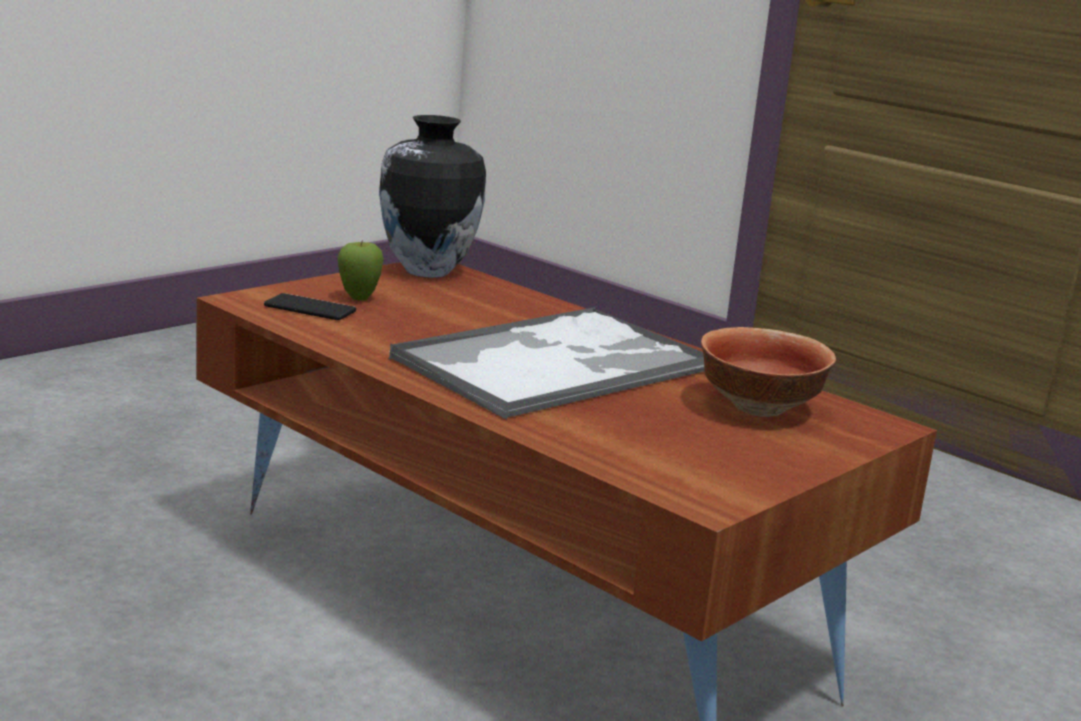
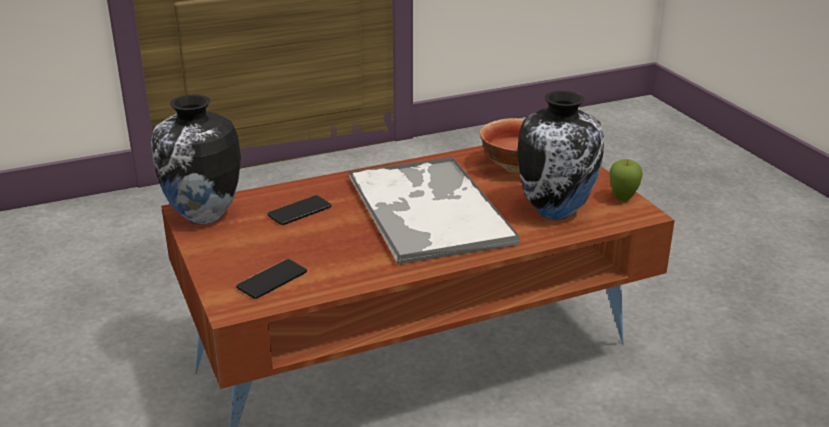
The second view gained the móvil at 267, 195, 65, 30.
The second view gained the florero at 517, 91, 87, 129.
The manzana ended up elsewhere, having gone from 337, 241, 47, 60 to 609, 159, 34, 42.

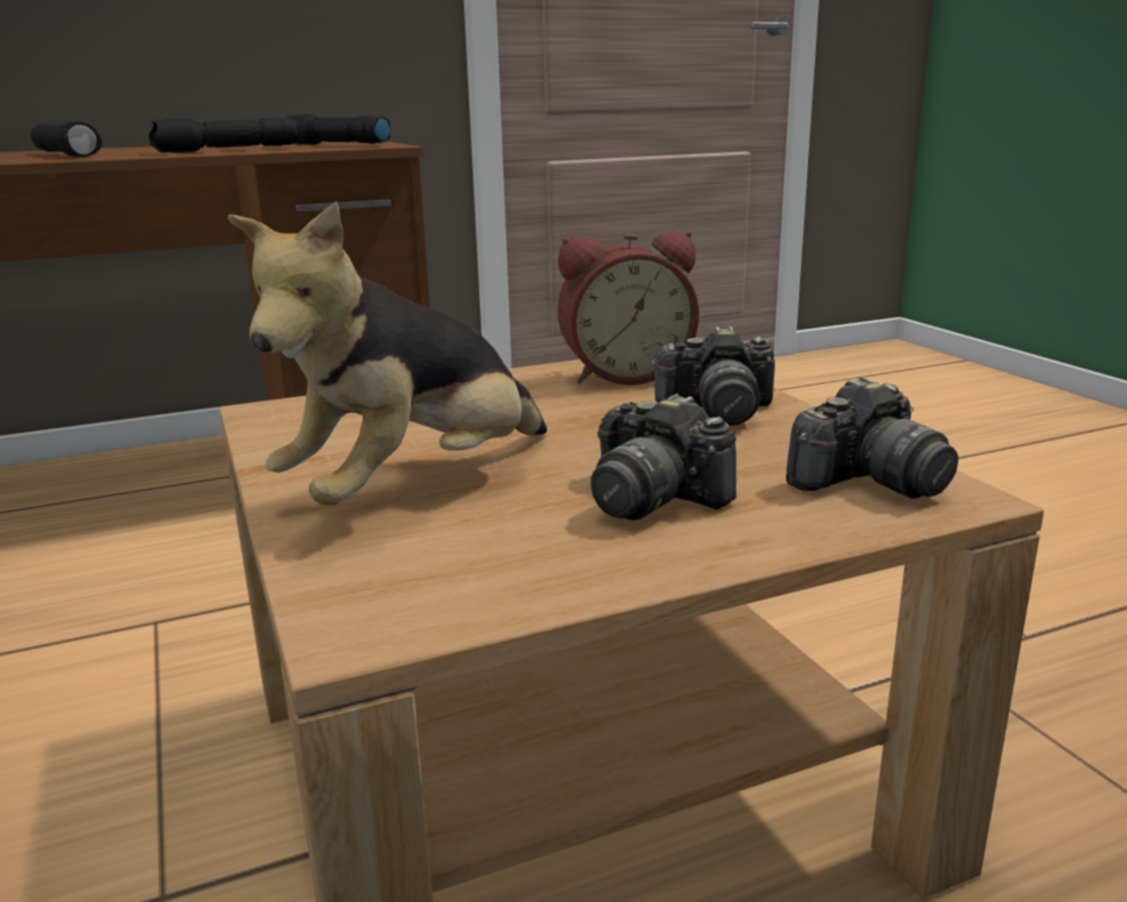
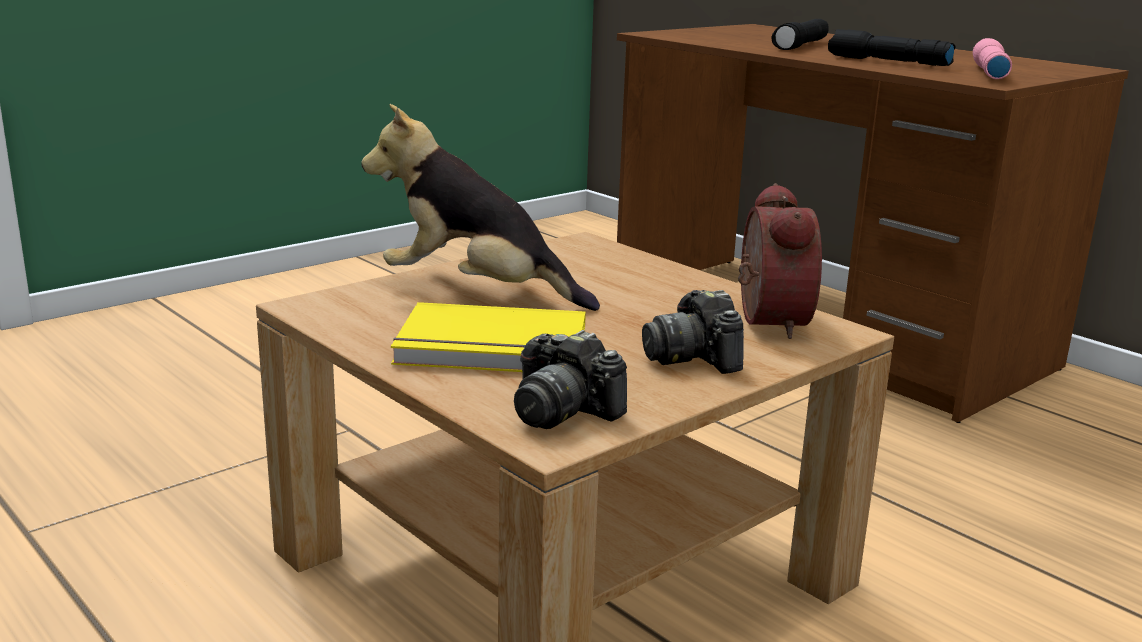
Where the cámara stood at 591, 394, 146, 126, the libro/amarillo came to stand at 391, 302, 195, 70.
The despertador at 557, 231, 142, 154 ended up facing another way, 150 degrees counterclockwise from before.
What was the linterna/negro at 286, 114, 105, 31 turned into the linterna/rosa at 973, 38, 39, 41.

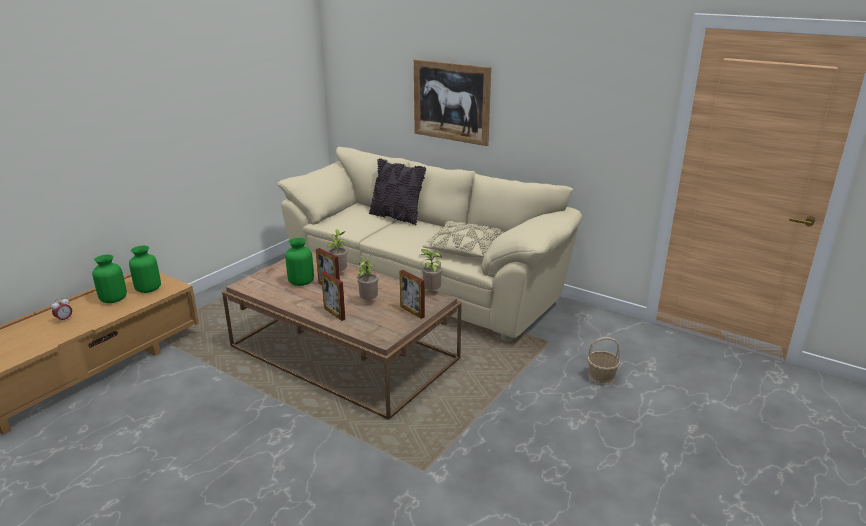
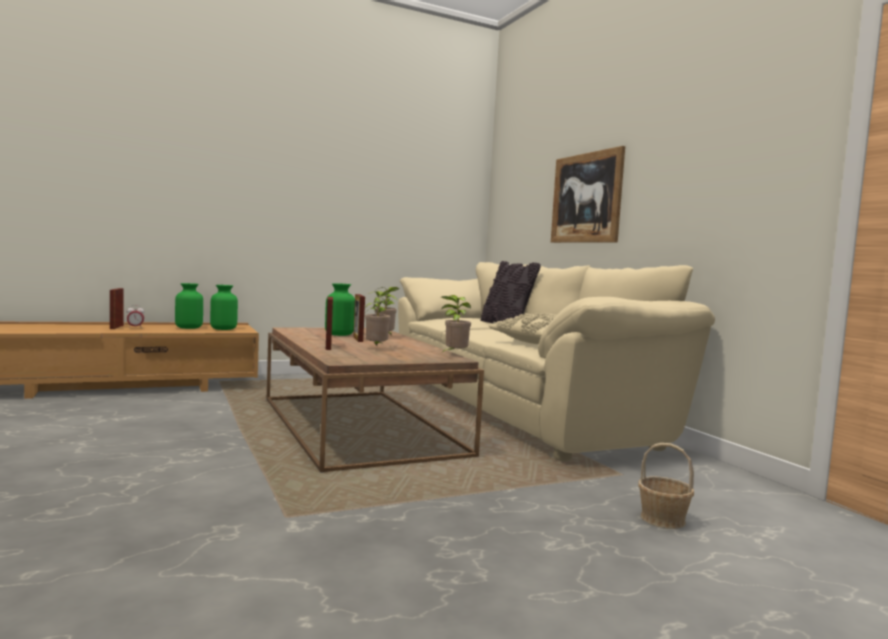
The portarretratos ended up elsewhere, having gone from 400, 270, 25, 49 to 110, 288, 14, 41.

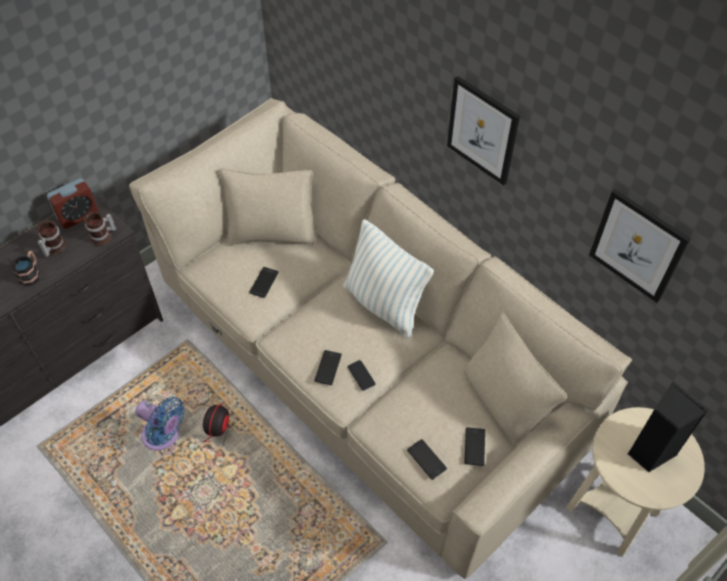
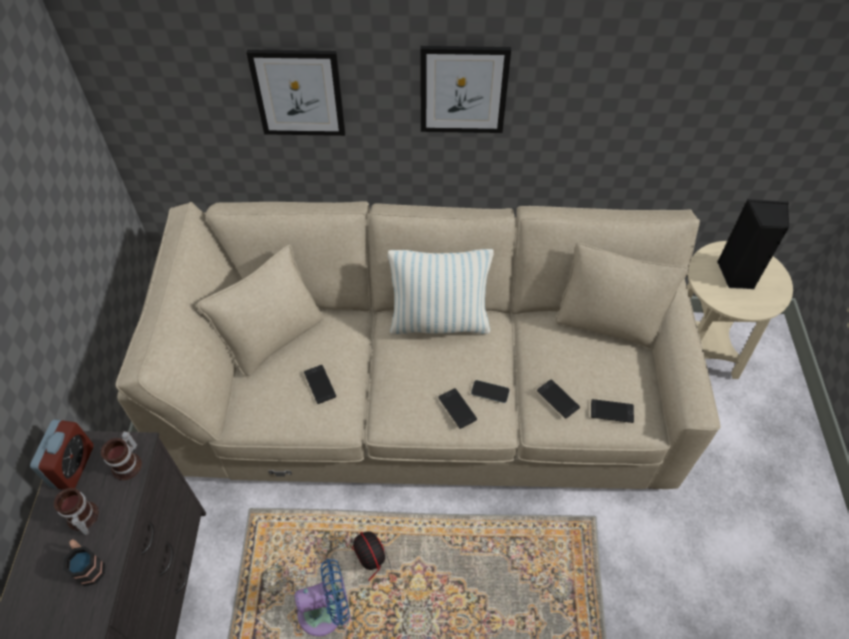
The cuadro ended up elsewhere, having gone from 589, 189, 102, 114 to 246, 50, 99, 86.
The móvil ended up elsewhere, having gone from 464, 427, 21, 39 to 537, 379, 43, 40.

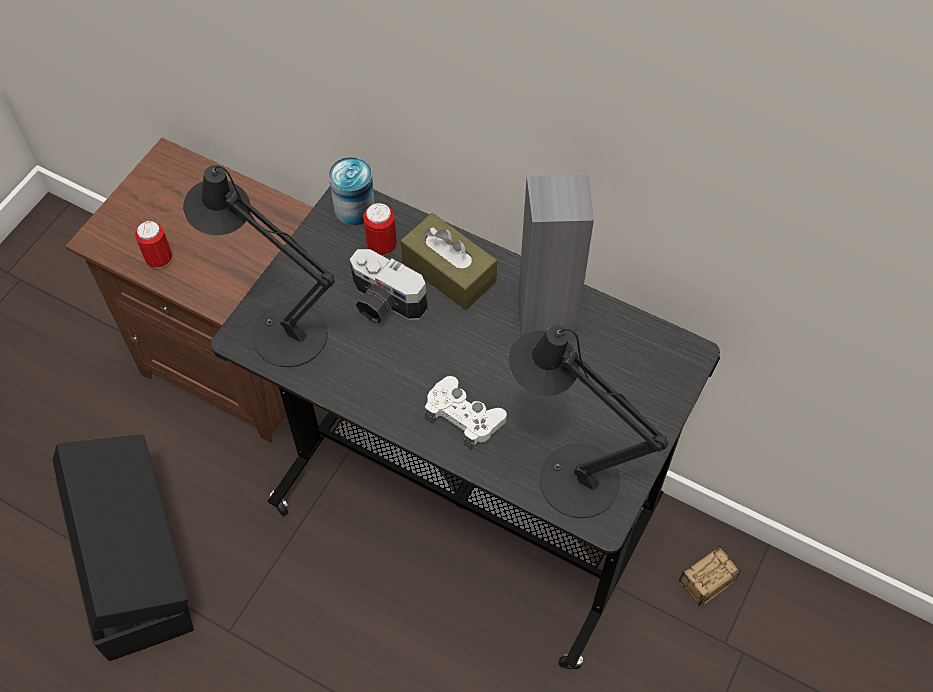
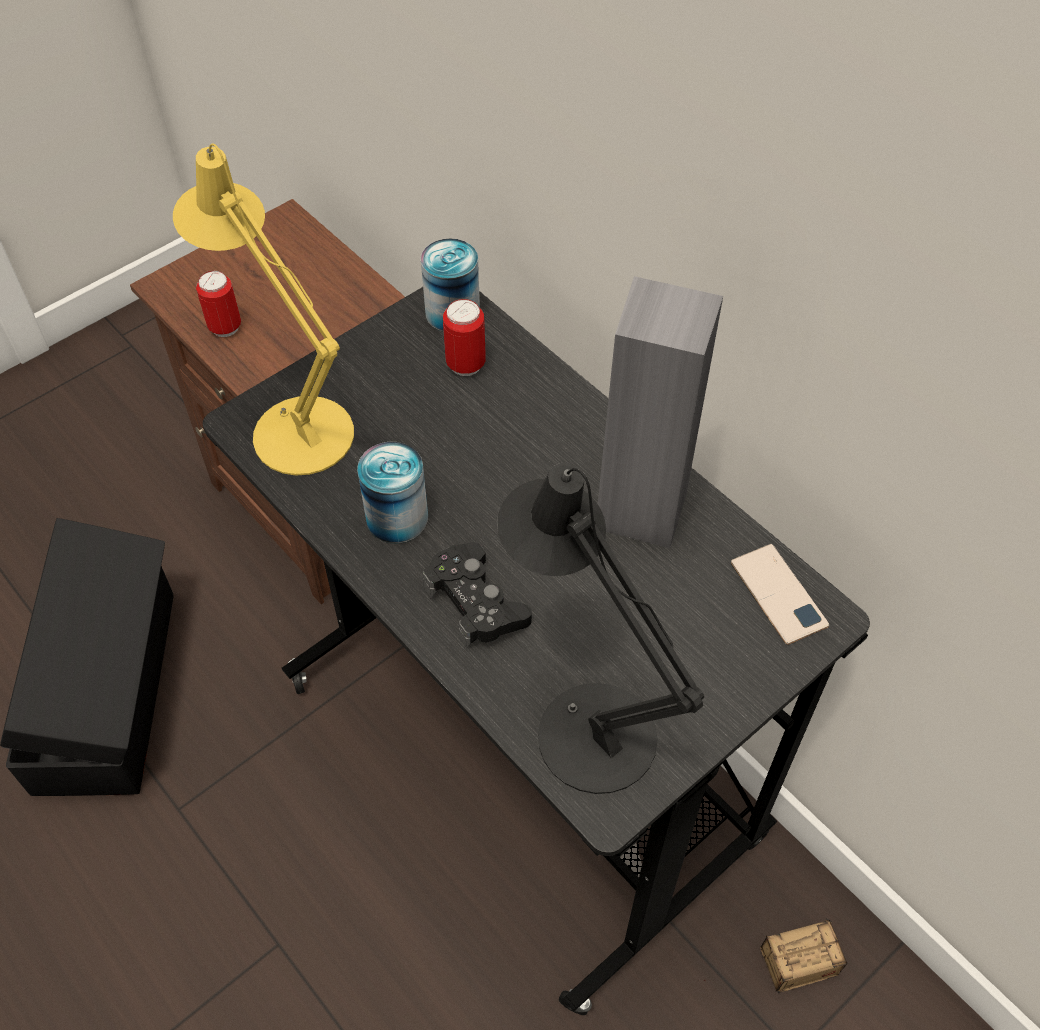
What was the lámpara de mesa/negro at 183, 165, 152, 202 turned into the lámpara de mesa/amarillo at 173, 144, 181, 331.
The second view gained the lata at 357, 442, 71, 101.
What was the mando de consola/blanco at 425, 376, 82, 74 turned into the mando de consola/negro at 423, 543, 109, 106.
The second view gained the móvil at 731, 544, 98, 101.
The second view lost the cámara at 350, 249, 78, 75.
The second view lost the caja de pañuelos/marrón at 401, 213, 96, 97.

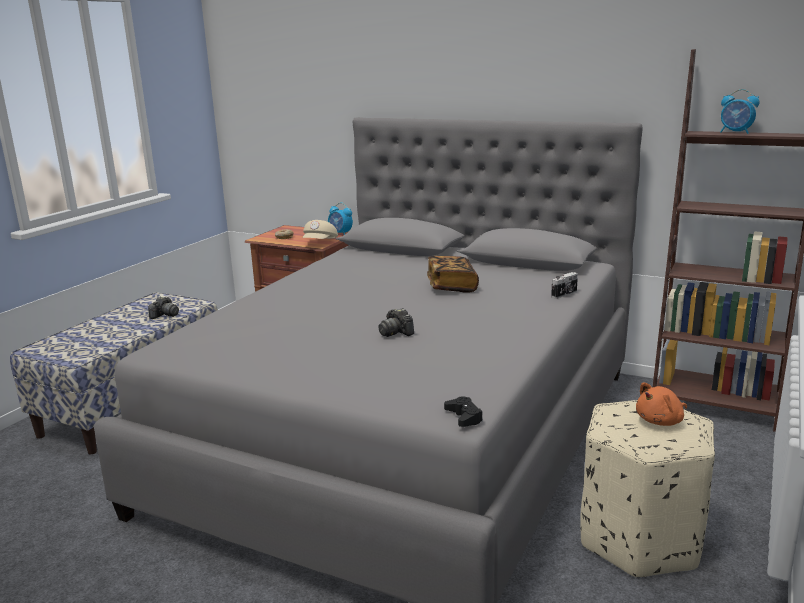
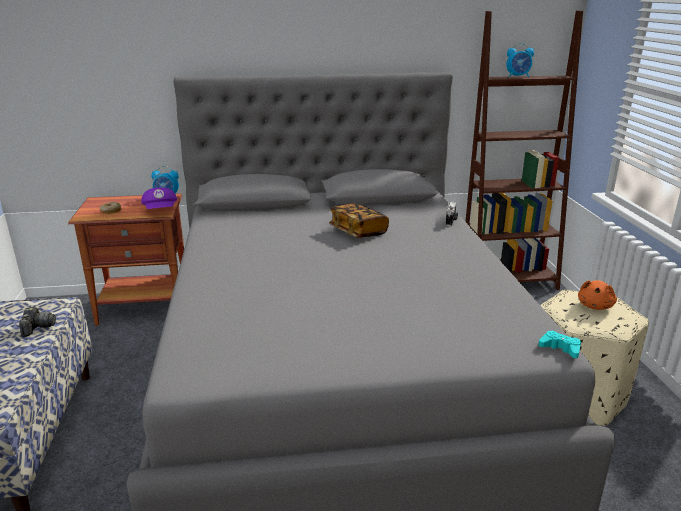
What was the gorra/beis at 302, 220, 36, 19 turned into the gorra/morado at 141, 187, 36, 22.
What was the mando de consola/negro at 444, 396, 39, 31 turned into the mando de consola/turquesa at 538, 331, 43, 27.
The second view lost the cámara at 378, 308, 36, 29.

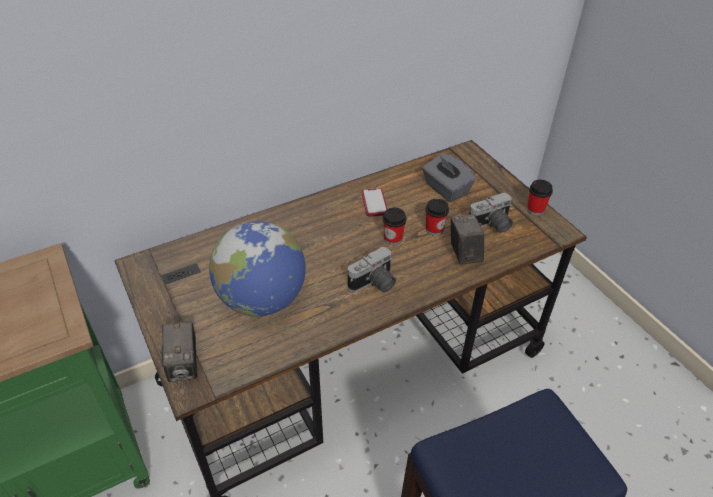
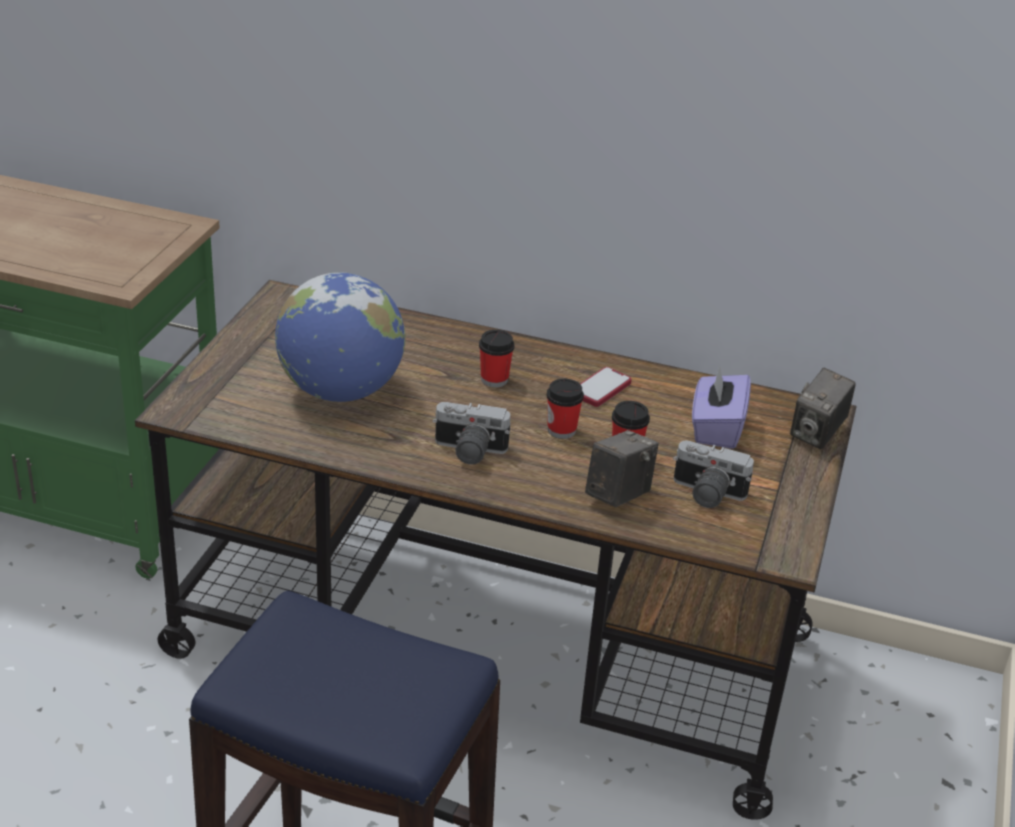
The taza ended up elsewhere, having gone from 527, 180, 26, 36 to 479, 330, 35, 57.
What was the caja de pañuelos/gris at 422, 153, 54, 49 turned into the caja de pañuelos/morado at 692, 365, 59, 84.
The cámara ended up elsewhere, having gone from 159, 321, 38, 61 to 790, 368, 66, 81.

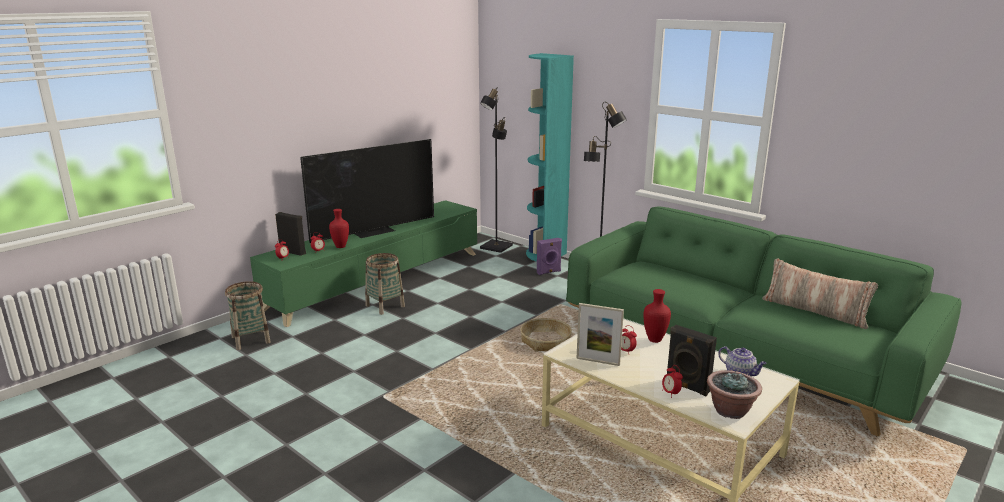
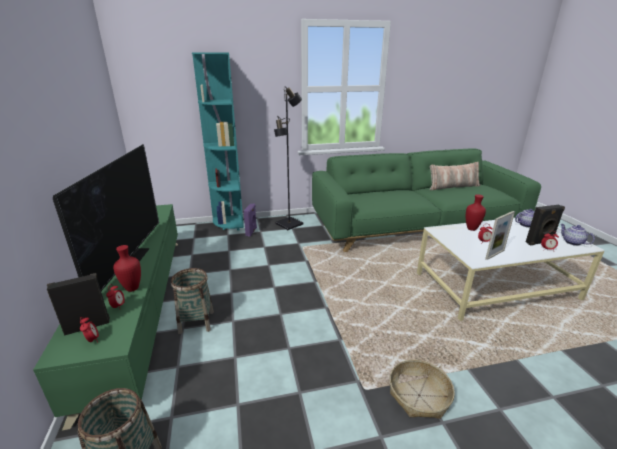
The cesta ended up elsewhere, having gone from 520, 318, 52, 33 to 390, 360, 65, 59.
Where the planta en maceta stood at 707, 370, 55, 49, the tetera came to stand at 560, 224, 35, 22.
The second view lost the lámpara de pie/negro at 480, 87, 33, 166.

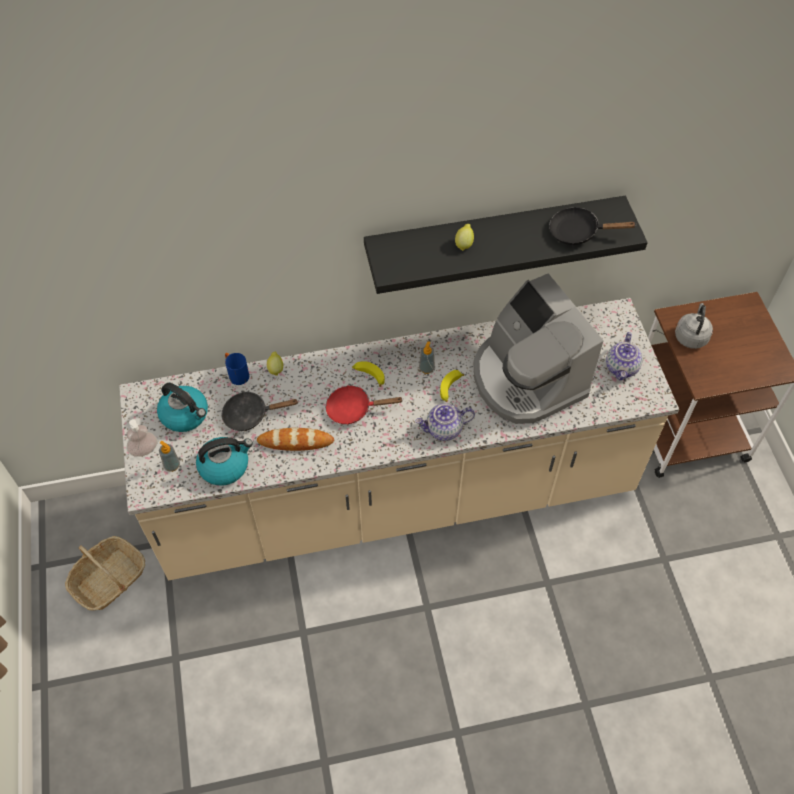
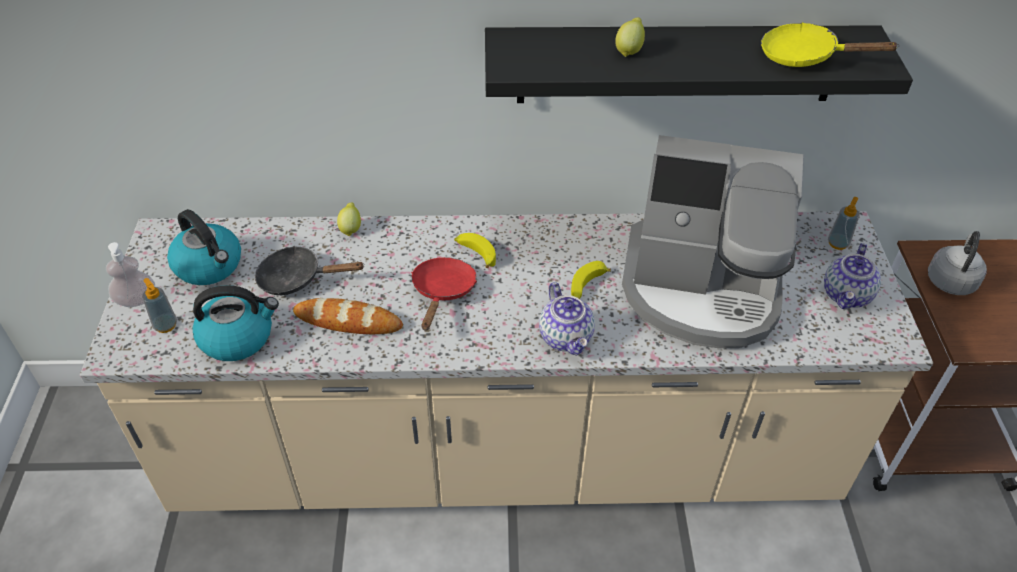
The sartén/rojo at 326, 385, 78, 40 ended up facing another way, 90 degrees clockwise from before.
The tetera at 415, 403, 60, 38 ended up facing another way, 105 degrees counterclockwise from before.
The cafetera at 474, 273, 130, 151 ended up facing another way, 60 degrees counterclockwise from before.
What was the sartén/negro at 549, 207, 87, 38 turned into the sartén/amarillo at 761, 22, 139, 45.
The dispensador de jabón ended up elsewhere, having gone from 419, 341, 16, 33 to 828, 197, 32, 53.
The second view lost the cesta at 65, 536, 80, 74.
The second view lost the taza grande/azul at 225, 353, 24, 32.

